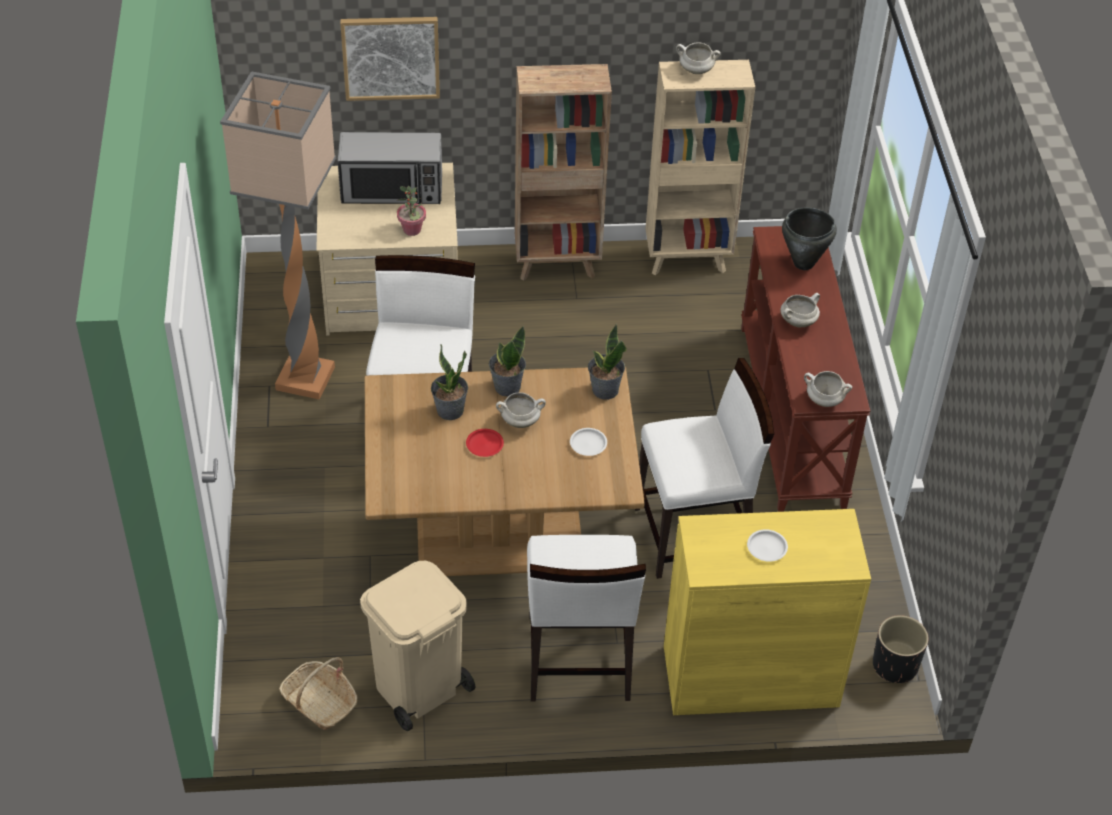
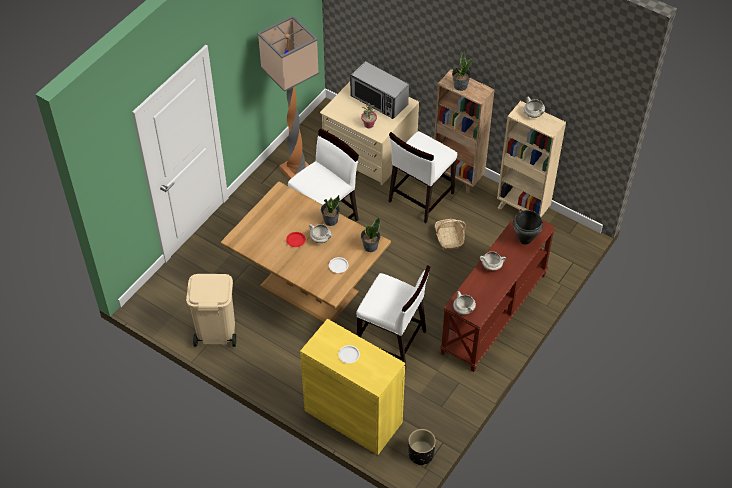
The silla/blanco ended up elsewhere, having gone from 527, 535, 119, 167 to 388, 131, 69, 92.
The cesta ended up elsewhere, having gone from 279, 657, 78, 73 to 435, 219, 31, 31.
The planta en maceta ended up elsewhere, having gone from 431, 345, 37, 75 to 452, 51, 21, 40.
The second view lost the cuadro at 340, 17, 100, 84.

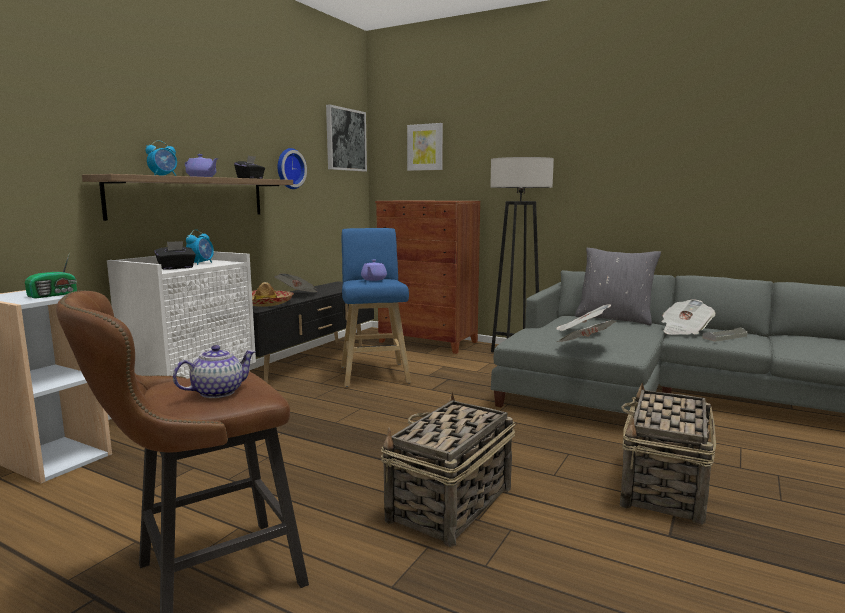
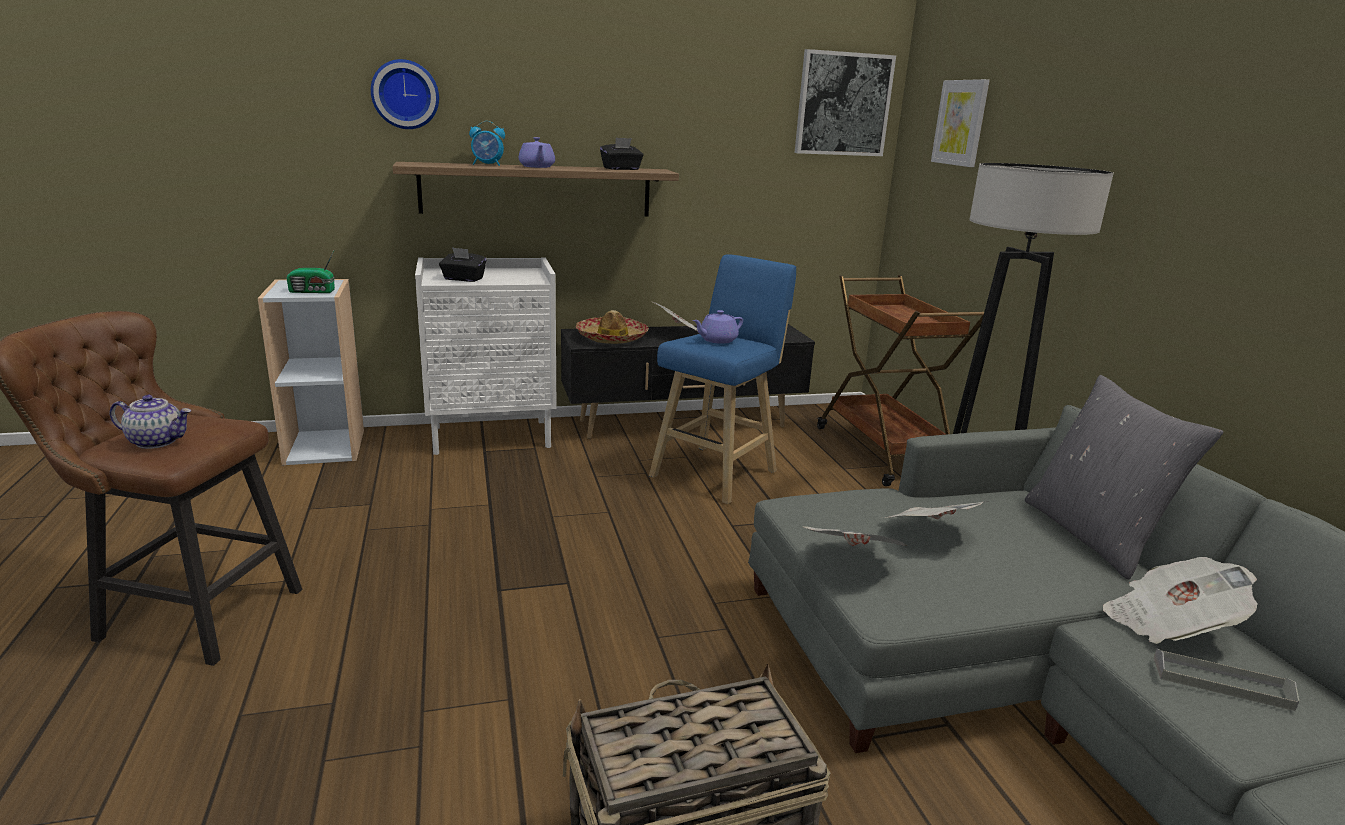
The reloj de pared ended up elsewhere, having gone from 278, 148, 29, 41 to 371, 59, 68, 70.
Where the cómoda/marrón stood at 375, 200, 105, 154, the carrito/marrón came to stand at 816, 275, 168, 211.
The second view lost the despertador at 186, 229, 28, 36.
The second view lost the cesta at 381, 392, 134, 155.

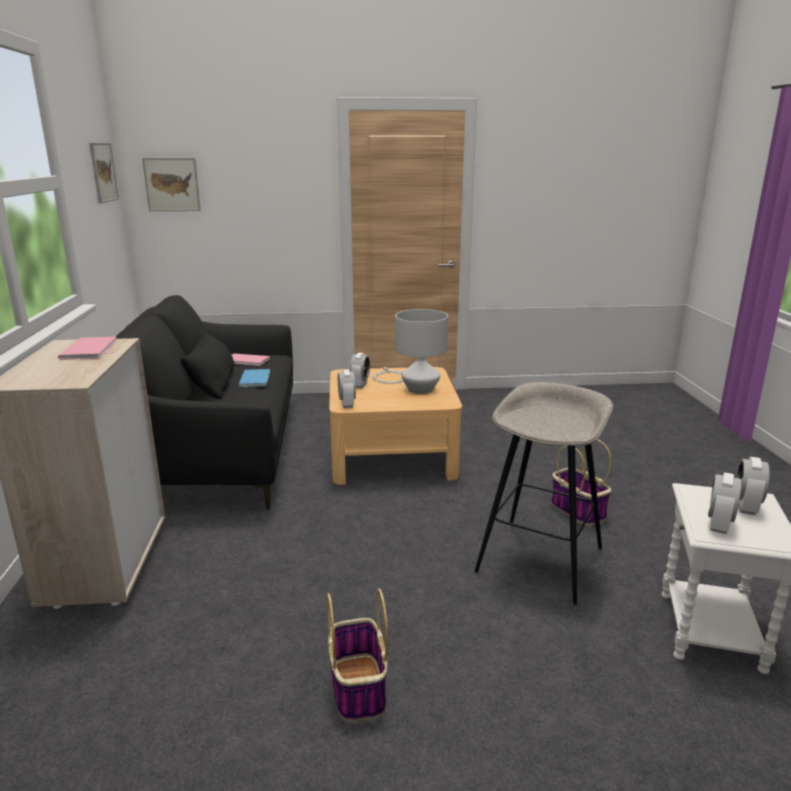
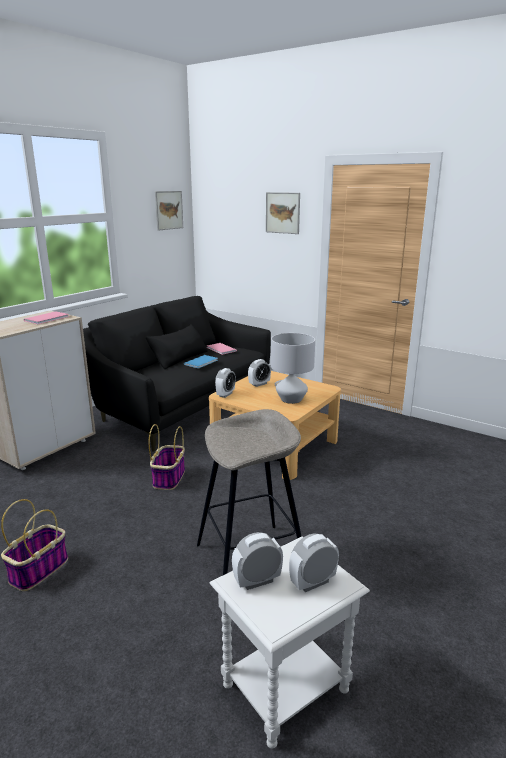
The cesta ended up elsewhere, having gone from 551, 439, 61, 87 to 149, 424, 36, 66.
The cuadro ended up elsewhere, having gone from 142, 158, 59, 53 to 266, 192, 34, 42.

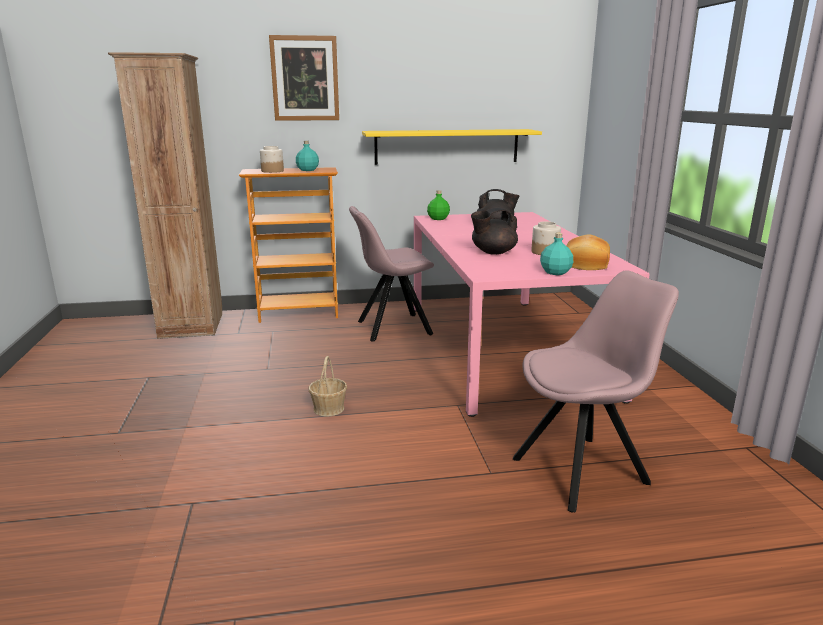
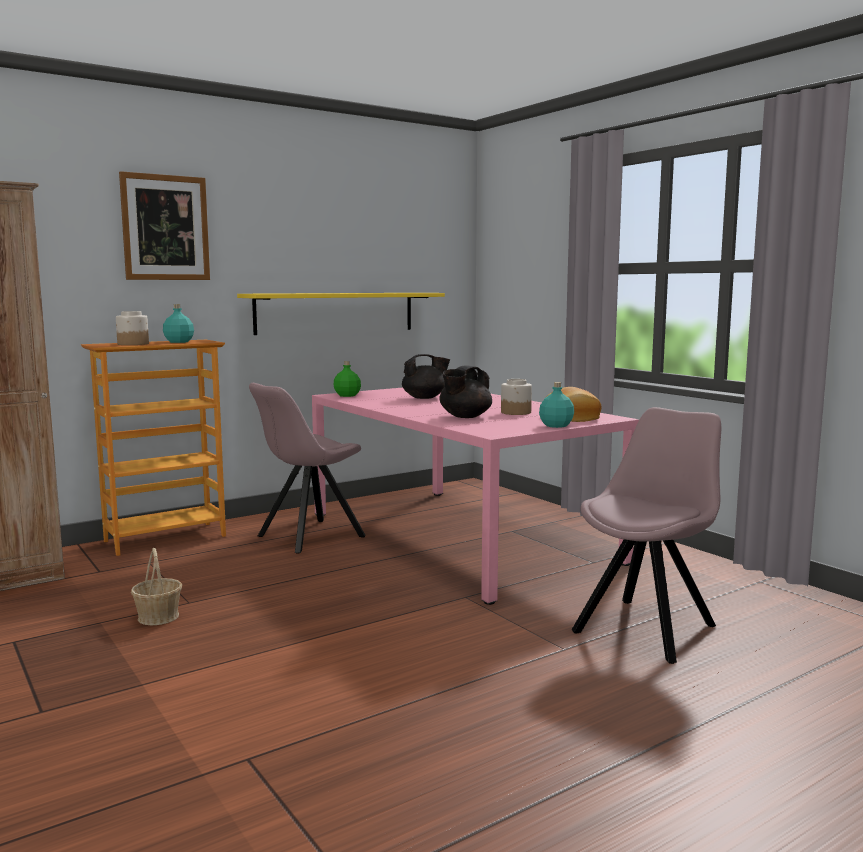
The cesta ended up elsewhere, having gone from 309, 356, 38, 61 to 131, 548, 51, 77.

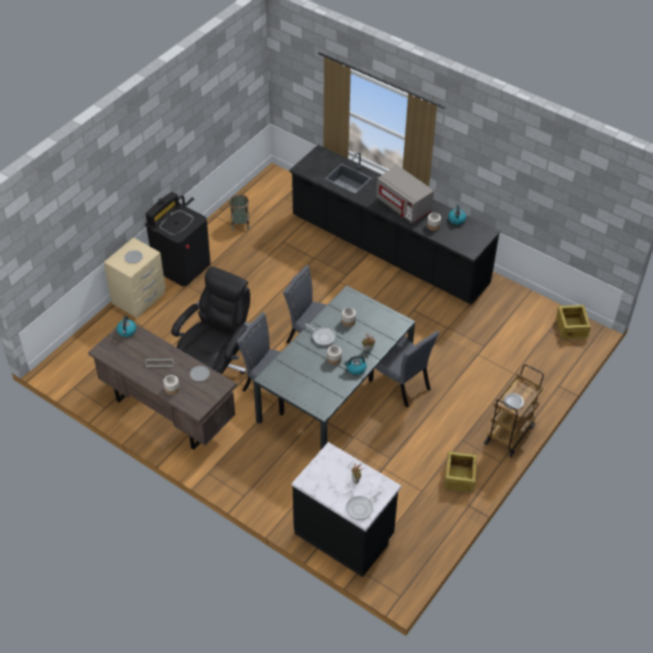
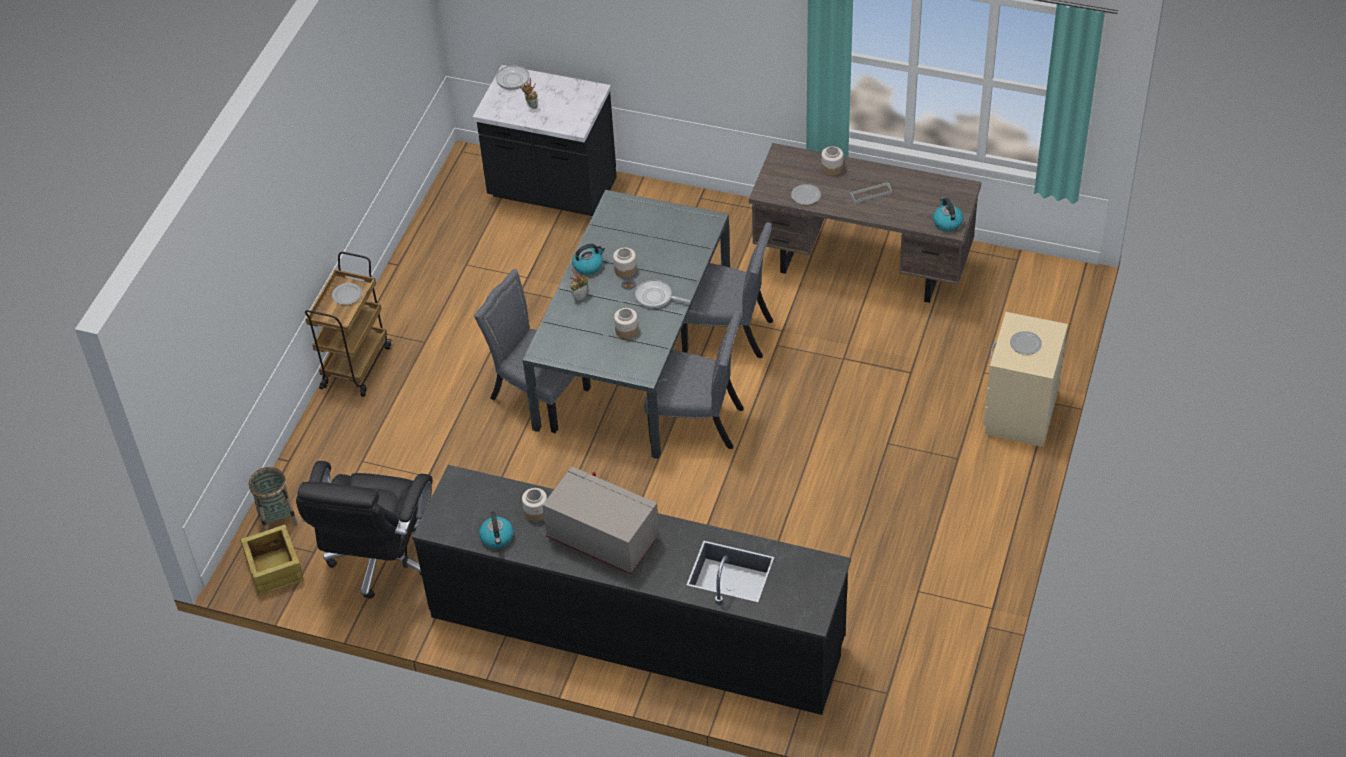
The cesta ended up elsewhere, having gone from 229, 194, 21, 36 to 248, 467, 50, 64.
The silla de oficina/negro ended up elsewhere, having gone from 171, 266, 79, 108 to 296, 461, 137, 138.
The sartén at 346, 492, 35, 28 ended up facing another way, 75 degrees counterclockwise from before.
The second view lost the lavadora/negro at 145, 192, 66, 94.
The second view lost the caja de embalaje at 444, 451, 33, 42.

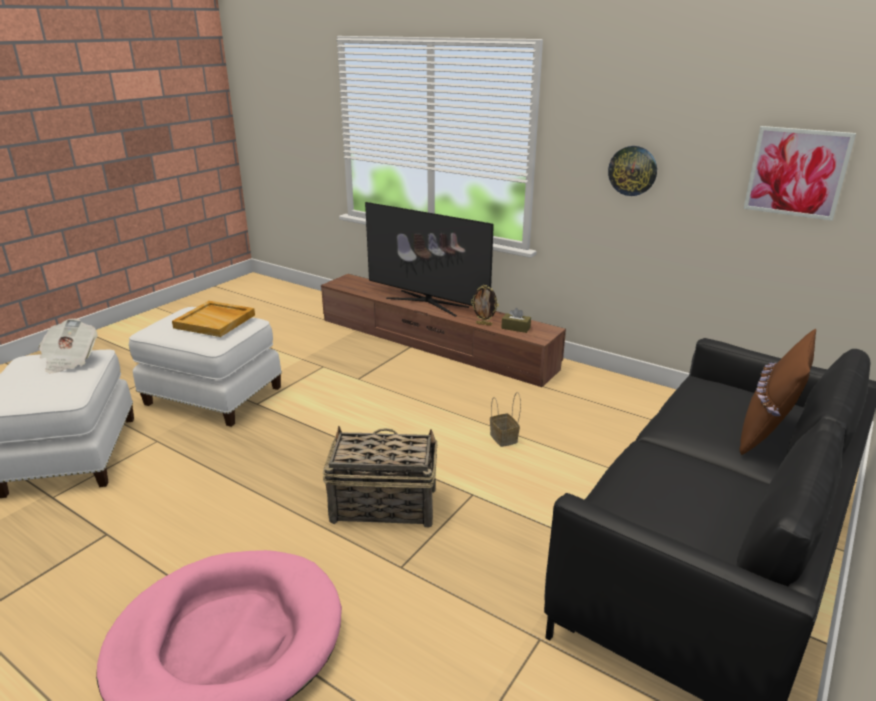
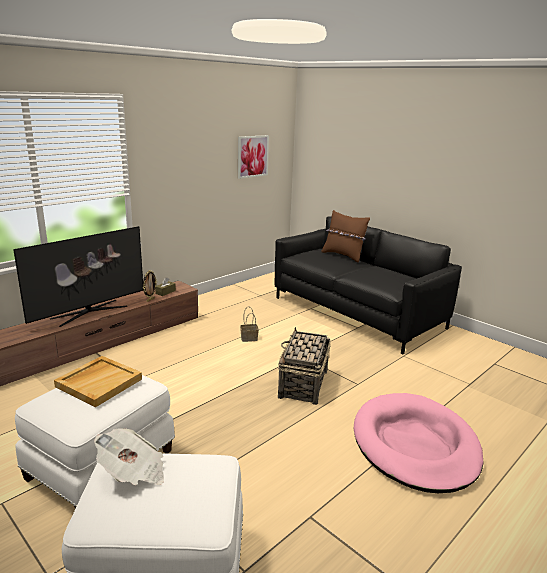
The second view lost the reloj de pared at 608, 146, 49, 50.

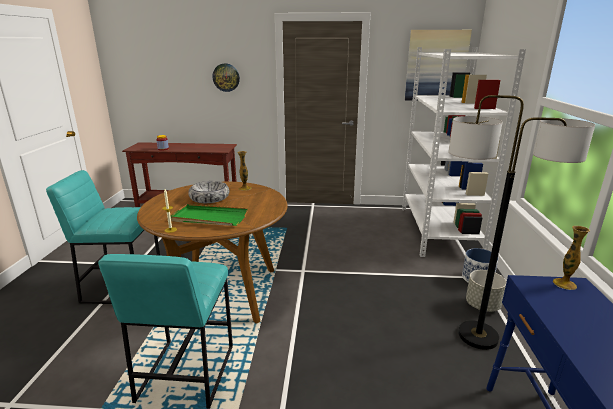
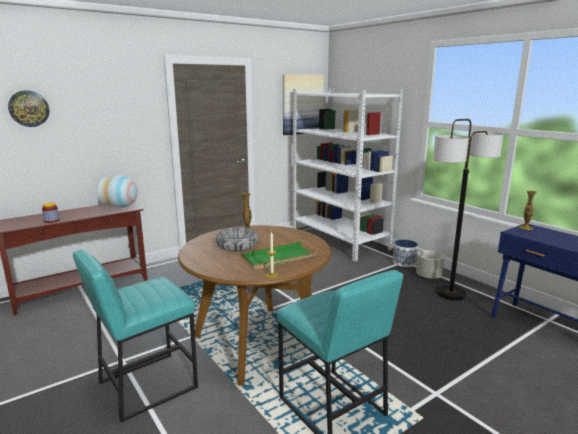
The reloj de pared ended up elsewhere, having gone from 212, 63, 28, 29 to 8, 91, 41, 36.
The second view gained the florero at 98, 175, 40, 32.

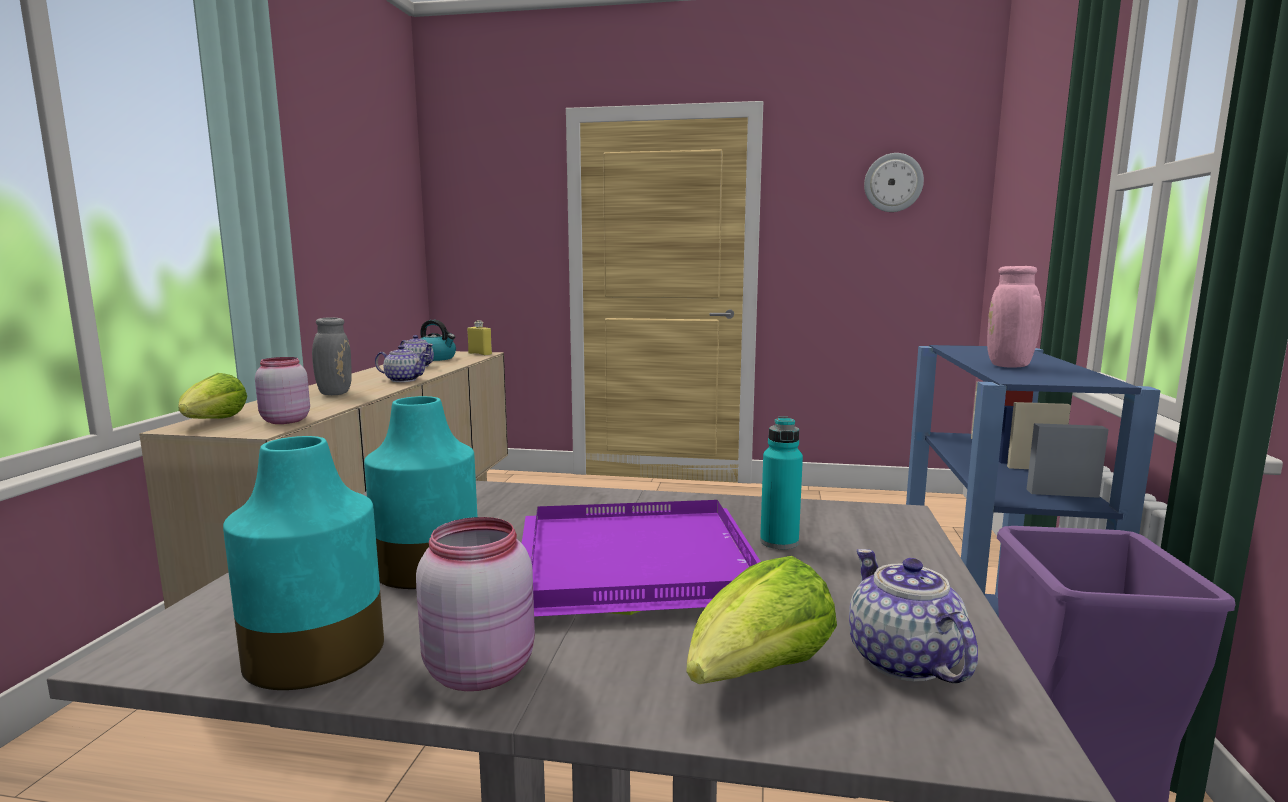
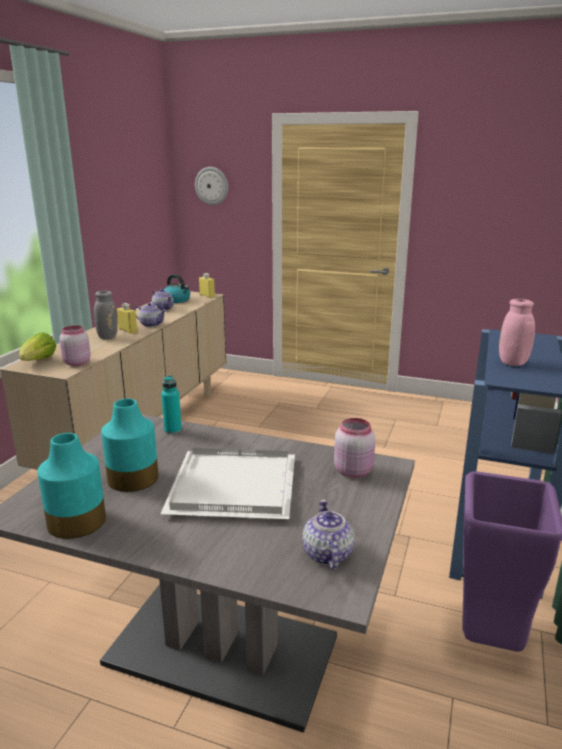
The second view gained the botella/amarillo at 117, 303, 20, 31.
What was the bandeja/morado at 522, 500, 239, 117 turned into the bandeja/blanco at 160, 448, 135, 71.
The botella/turquesa ended up elsewhere, having gone from 760, 416, 43, 133 to 161, 375, 21, 59.
The reloj de pared ended up elsewhere, having gone from 864, 153, 60, 59 to 195, 167, 33, 38.
The tarro/rosa ended up elsewhere, having gone from 416, 517, 119, 174 to 334, 418, 41, 60.
The second view lost the lechuga at 686, 556, 151, 128.

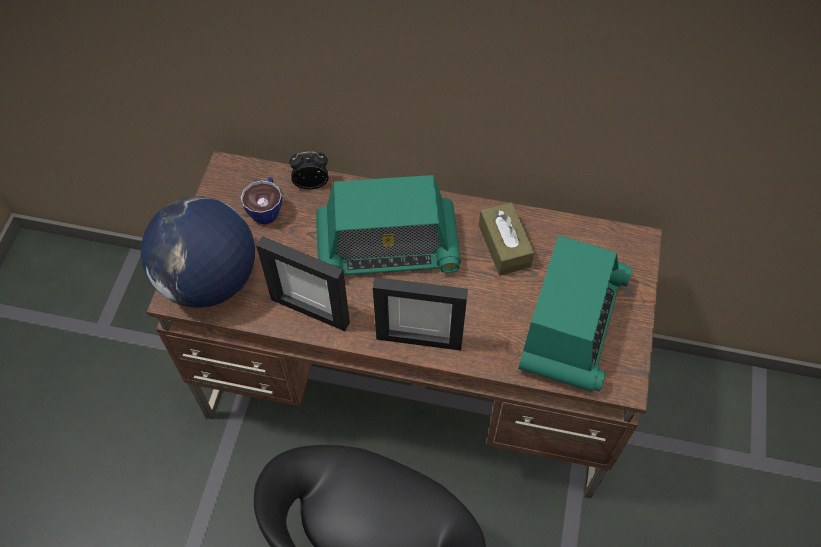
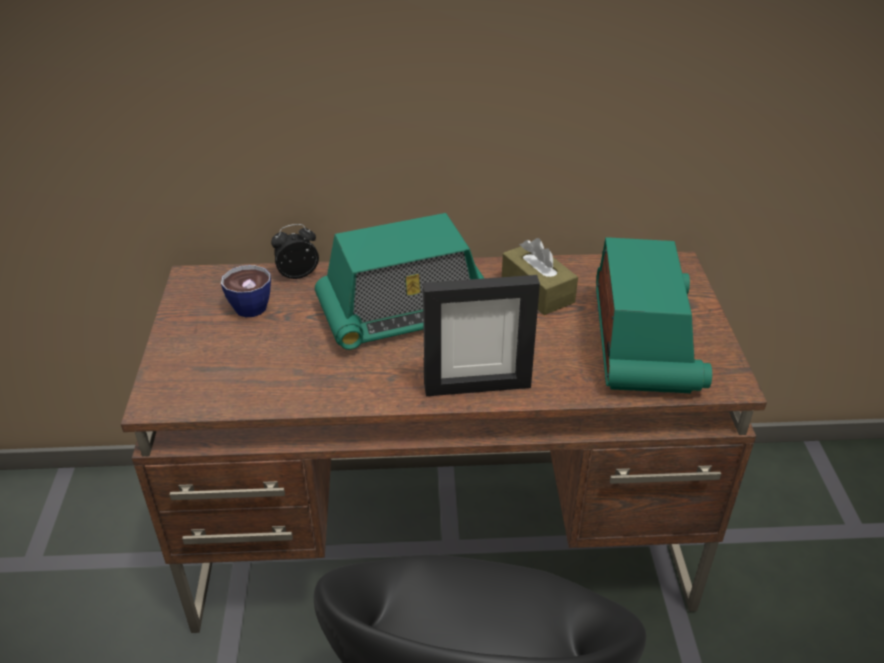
The second view lost the globo terráqueo at 141, 196, 114, 112.
The second view lost the portarretratos at 256, 236, 94, 95.

